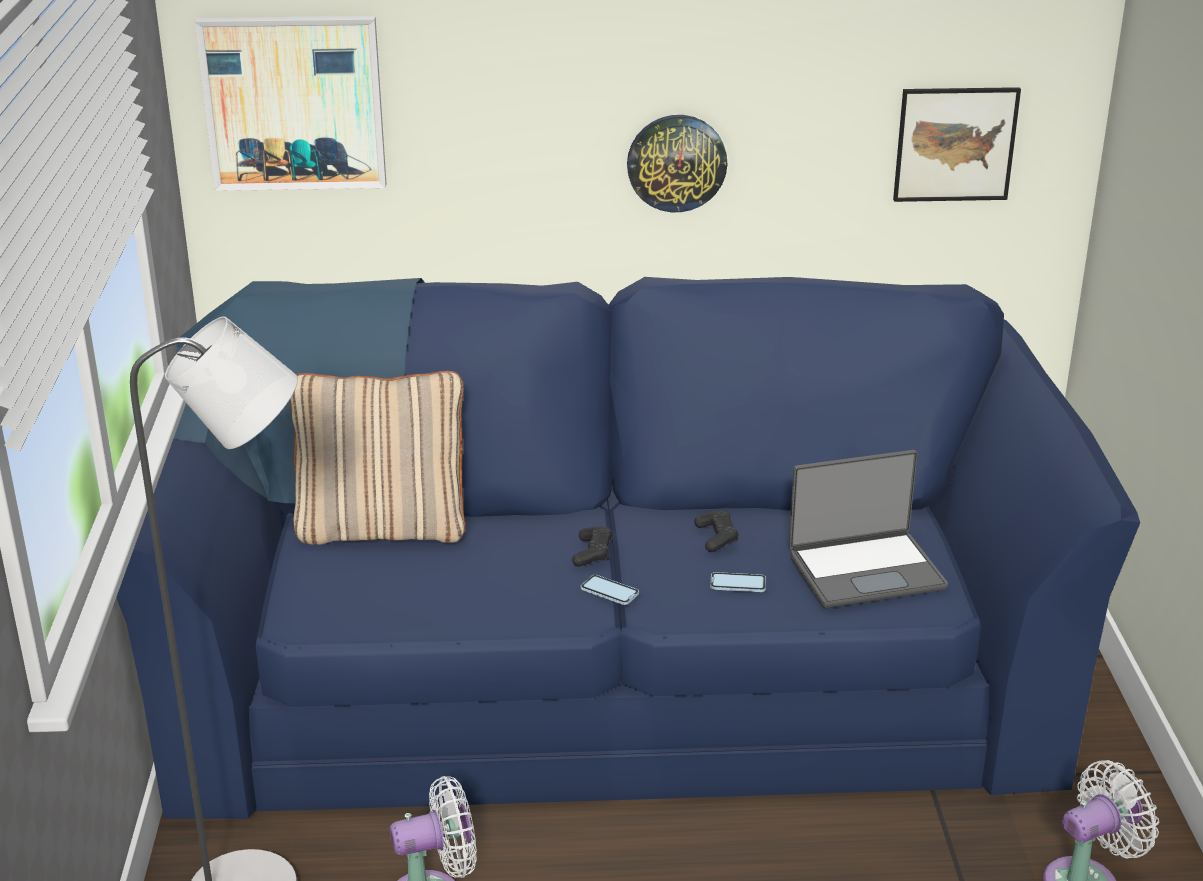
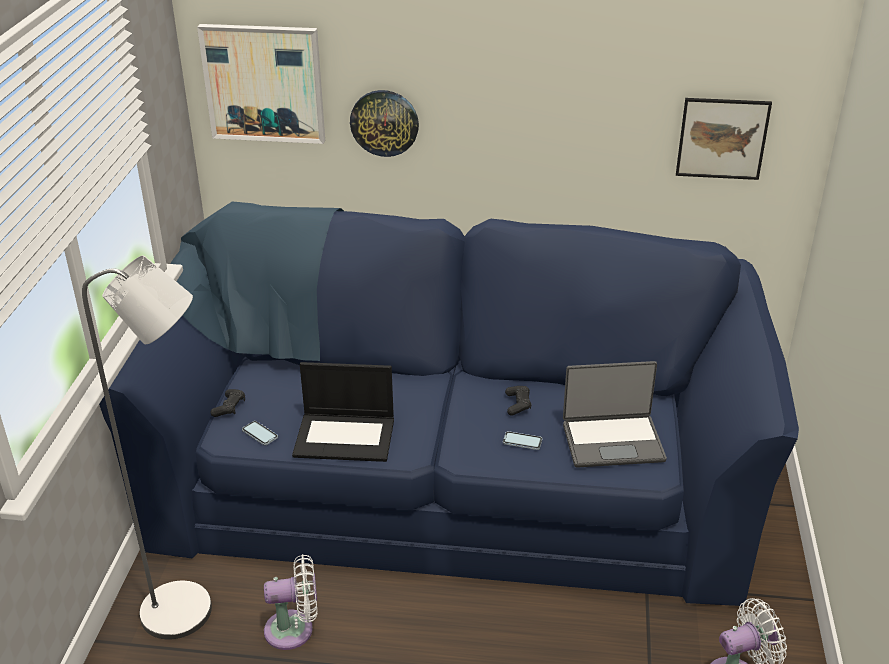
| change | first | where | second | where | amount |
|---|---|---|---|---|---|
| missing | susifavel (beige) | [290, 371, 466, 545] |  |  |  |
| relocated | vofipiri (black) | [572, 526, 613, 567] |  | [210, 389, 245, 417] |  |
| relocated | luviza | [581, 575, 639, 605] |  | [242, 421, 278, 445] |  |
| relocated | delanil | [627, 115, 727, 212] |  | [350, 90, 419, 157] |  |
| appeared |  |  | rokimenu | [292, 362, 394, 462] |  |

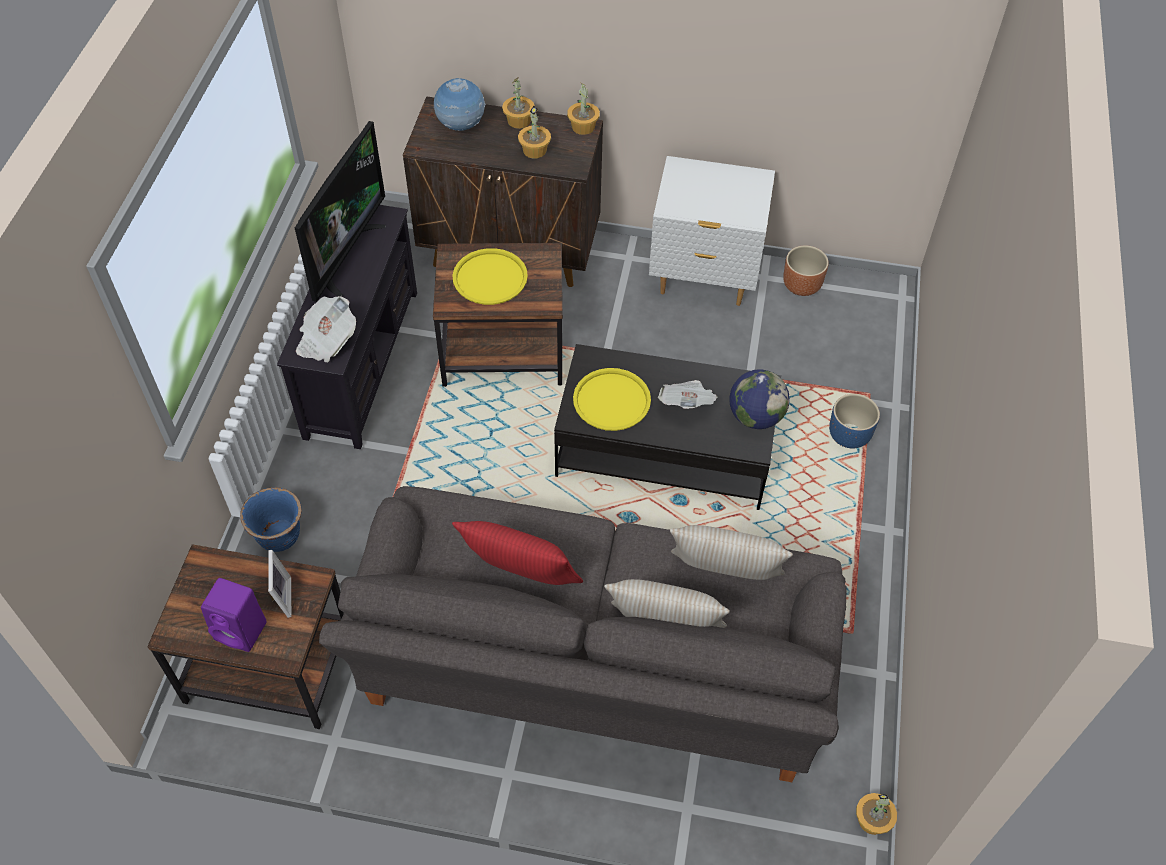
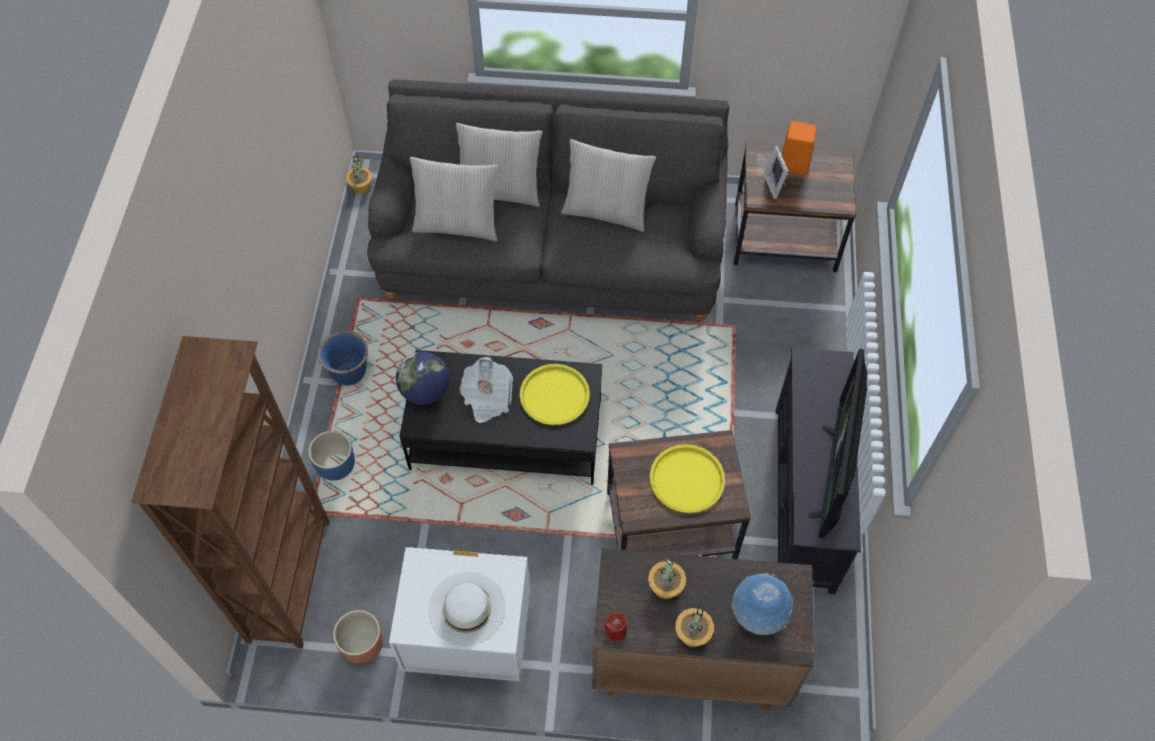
| change | first | where | second | where | amount |
|---|---|---|---|---|---|
| colour | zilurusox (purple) | [201, 578, 267, 652] | zilurusox (orange) | [782, 121, 817, 175] |  |
| relocated | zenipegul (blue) | [240, 487, 302, 552] |  | [318, 331, 368, 385] |  |
| missing | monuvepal | [296, 296, 356, 362] |  |  |  |
| colour | susifavel (red) | [452, 521, 583, 585] | susifavel (beige) | [561, 139, 656, 232] |  |
| exchanged | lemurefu | [567, 85, 600, 135] | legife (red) | [604, 612, 627, 642] |  |
| appeared |  |  | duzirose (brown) | [131, 336, 330, 648] |  |
| appeared |  |  | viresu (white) | [428, 572, 506, 646] |  |

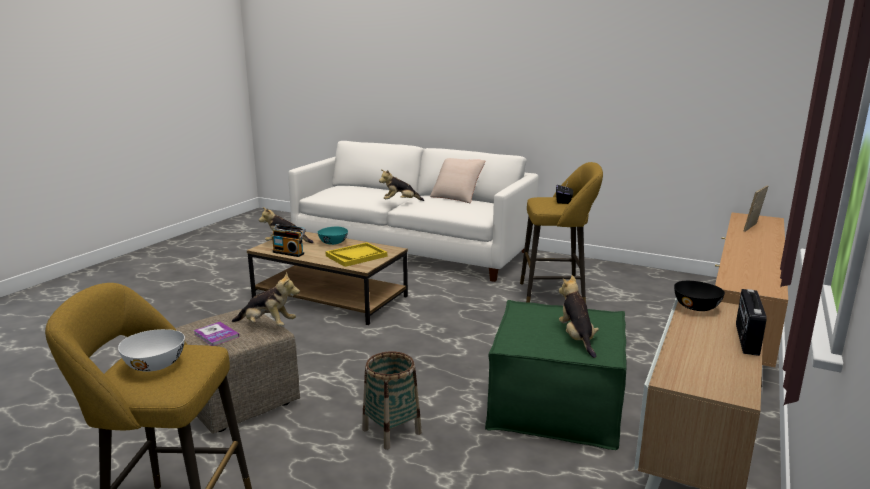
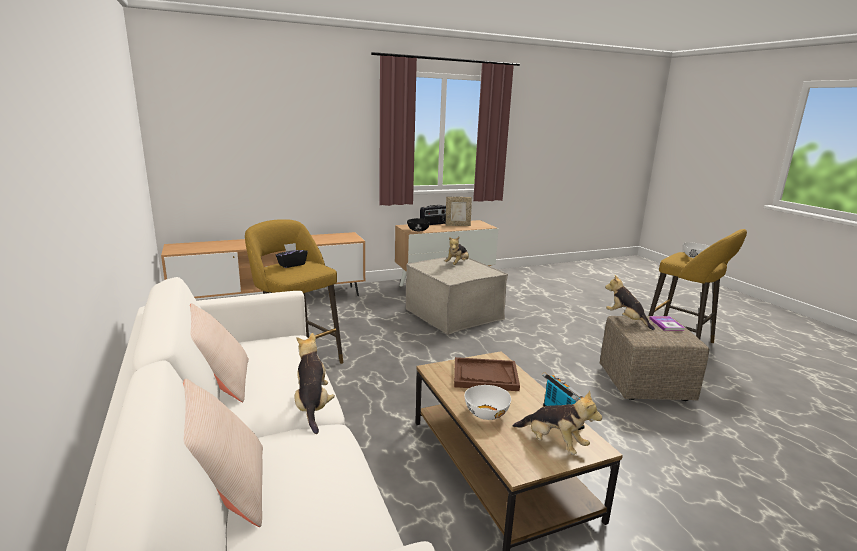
| change | first | where | second | where | amount |
|---|---|---|---|---|---|
| colour | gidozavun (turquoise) | [318, 227, 348, 245] | gidozavun (white) | [464, 385, 511, 420] |  |
| colour | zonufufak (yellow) | [325, 242, 387, 267] | zonufufak (brown) | [454, 357, 520, 391] |  |
| missing | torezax | [362, 351, 422, 450] |  |  |  |
| spun | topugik | [379, 169, 424, 201] |  | [294, 333, 335, 434] | 135 degrees counterclockwise |
| colour | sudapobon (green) | [485, 300, 626, 450] | sudapobon (beige) | [405, 257, 508, 335] |  |
| relocated | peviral | [744, 185, 768, 232] |  | [446, 197, 472, 226] |  |
| appeared |  |  | susifavel (beige) | [183, 378, 263, 527] |  |

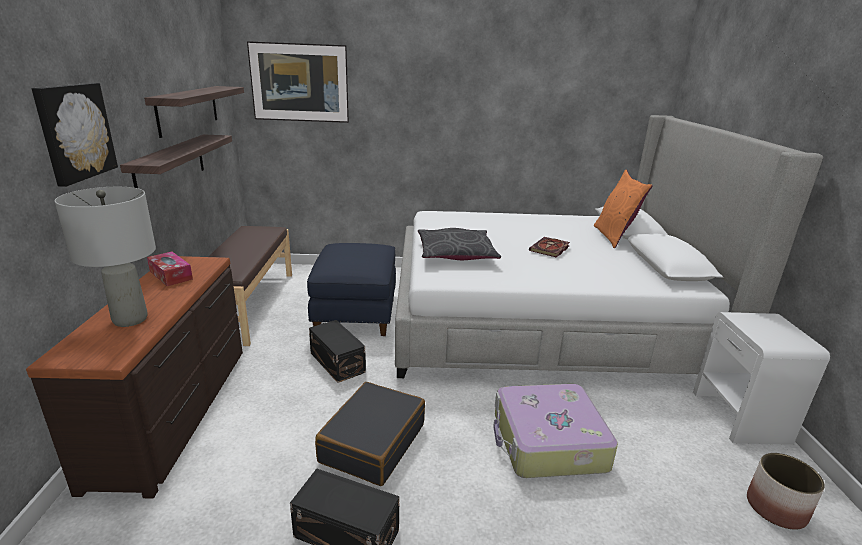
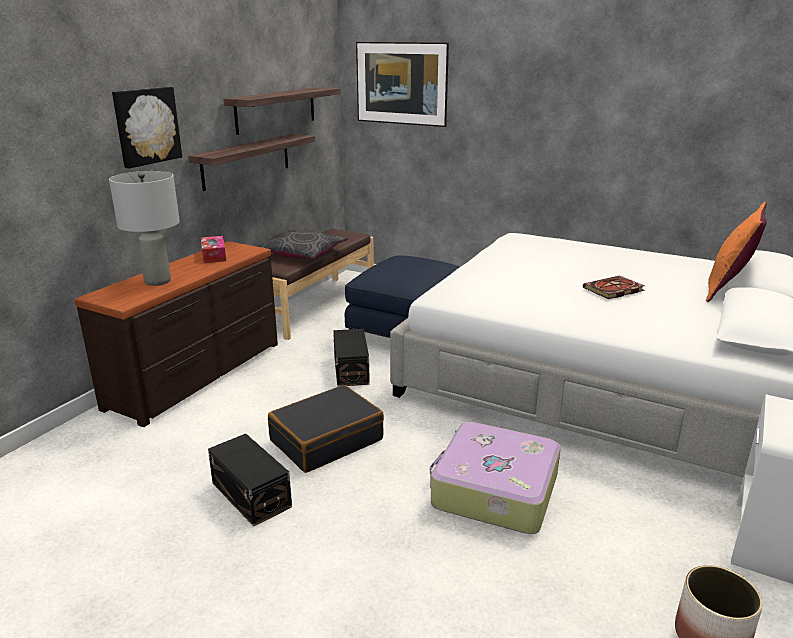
| change | first | where | second | where | amount |
|---|---|---|---|---|---|
| relocated | susifavel (grey) | [418, 228, 501, 260] |  | [256, 230, 348, 259] |  |

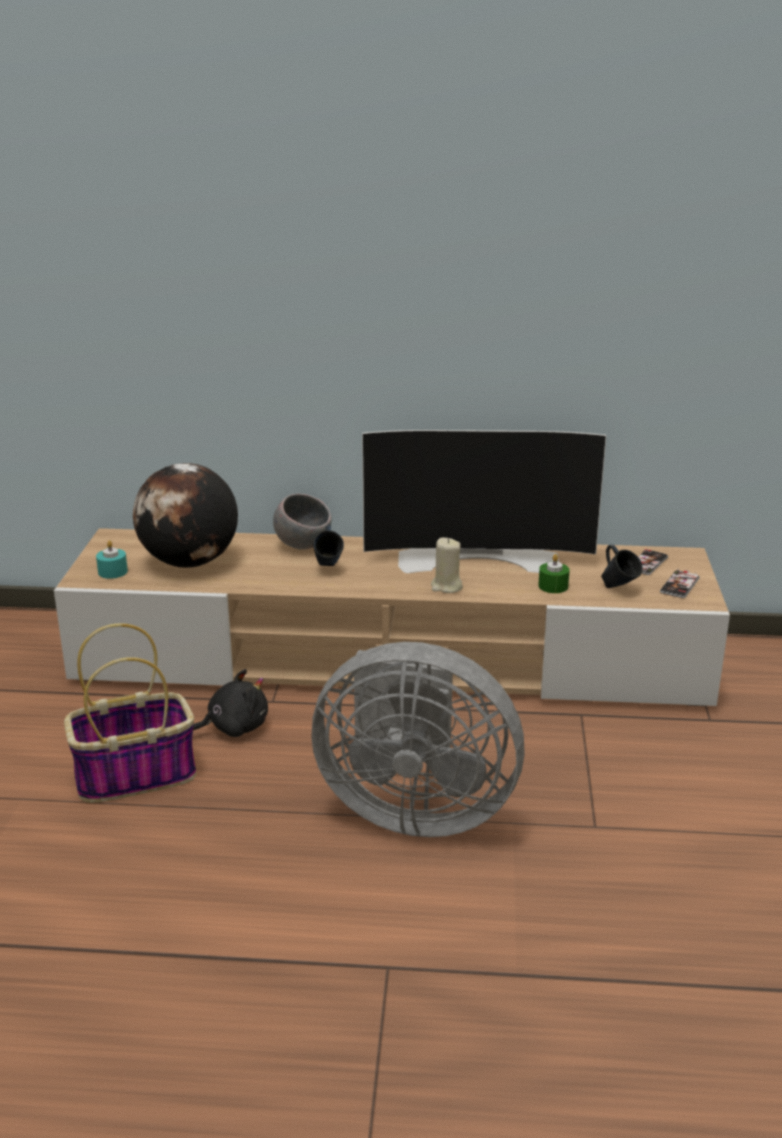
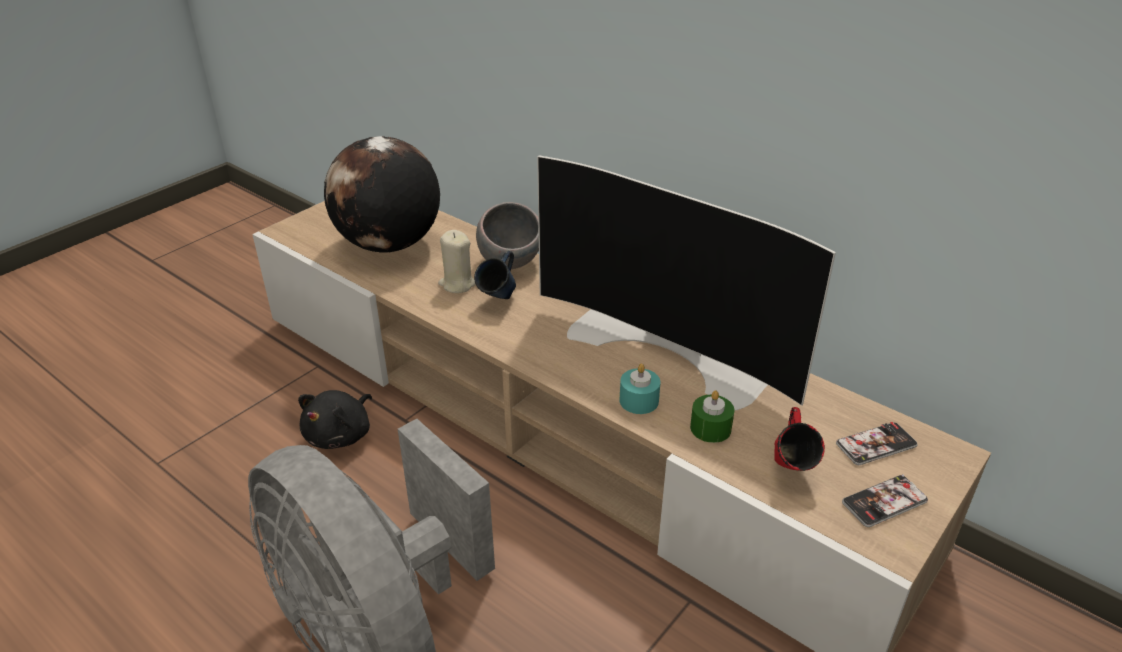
| change | first | where | second | where | amount |
|---|---|---|---|---|---|
| missing | torezax | [64, 623, 196, 803] |  |  |  |
| relocated | legife (turquoise) | [96, 540, 128, 579] |  | [620, 364, 661, 414] |  |
| spun | topugik (black) | [193, 669, 268, 737] |  | [298, 390, 372, 449] | 105 degrees clockwise |
| relocated | legife (beige) | [431, 537, 463, 593] |  | [438, 230, 476, 293] |  |
| colour | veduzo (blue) | [601, 545, 643, 588] | veduzo (red) | [774, 407, 825, 471] |  |

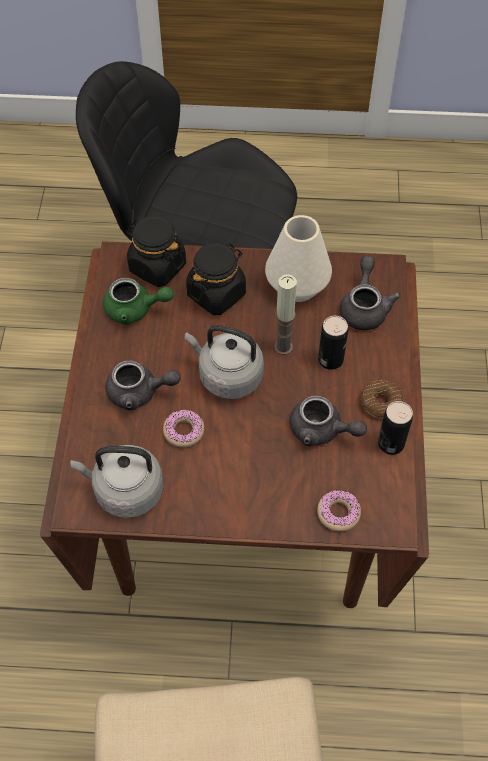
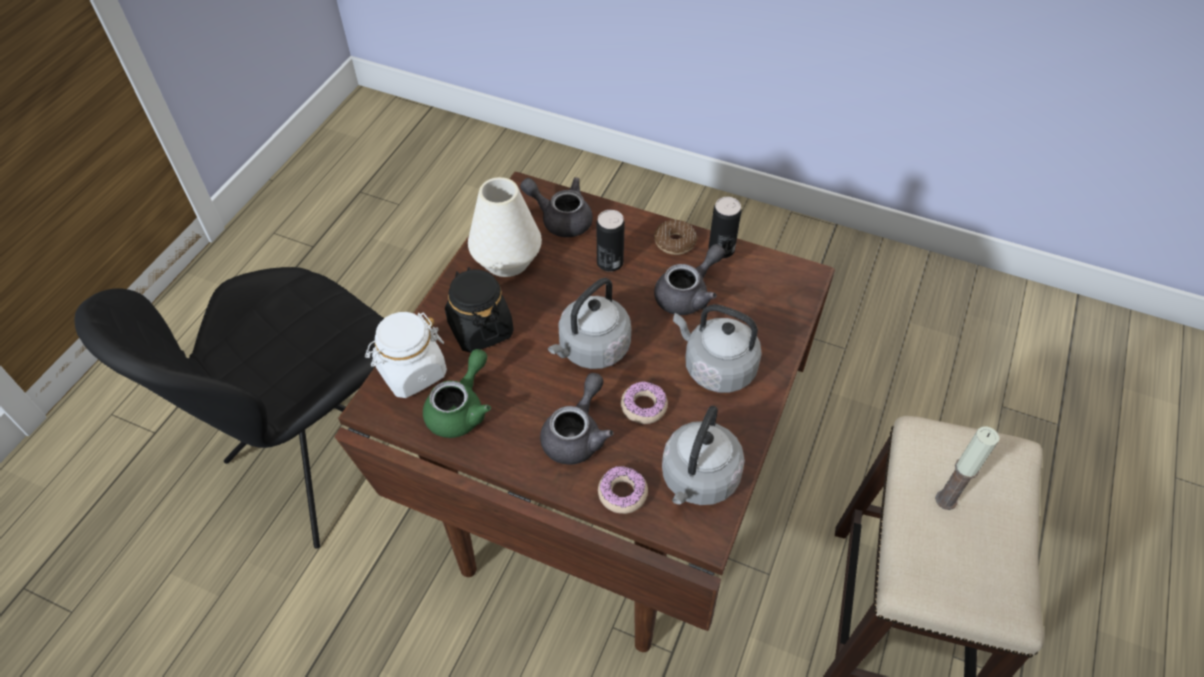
| change | first | where | second | where | amount |
|---|---|---|---|---|---|
| colour | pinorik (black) | [126, 216, 186, 287] | pinorik (white) | [365, 312, 447, 398] |  |
| relocated | legife | [274, 274, 297, 355] |  | [935, 426, 999, 510] |  |
| relocated | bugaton | [317, 490, 361, 531] |  | [598, 466, 648, 514] |  |
| appeared |  |  | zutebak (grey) | [673, 304, 762, 393] |  |

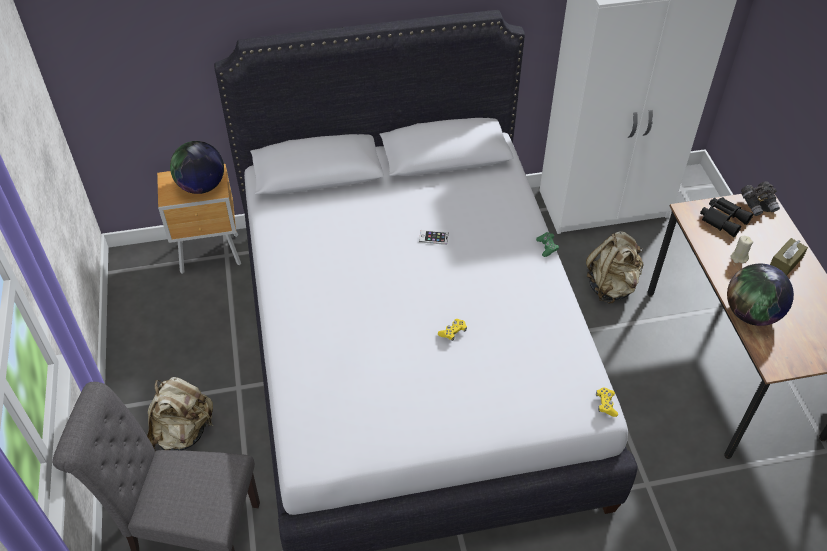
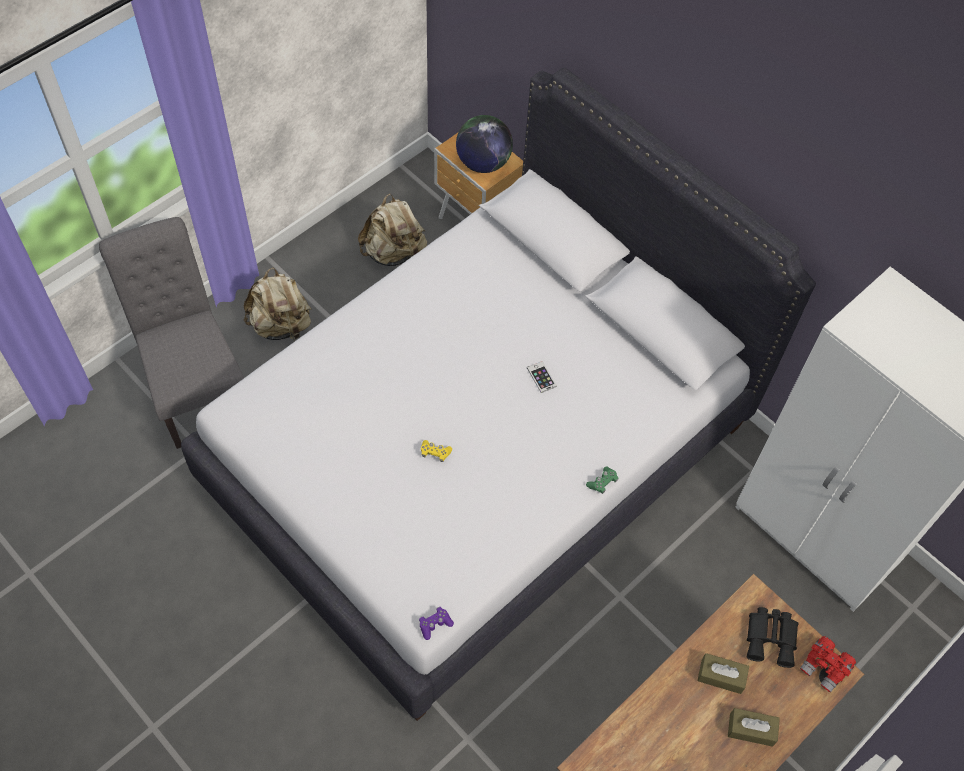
| change | first | where | second | where | amount |
|---|---|---|---|---|---|
| relocated | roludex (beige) | [586, 231, 644, 304] |  | [358, 193, 427, 266] |  |
| colour | vofipiri (yellow) | [596, 387, 618, 417] | vofipiri (purple) | [419, 607, 454, 640] |  |
| missing | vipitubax | [727, 264, 794, 326] |  |  |  |
| exchanged | legife (beige) | [730, 236, 753, 263] | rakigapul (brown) | [697, 653, 749, 694] |  |
| colour | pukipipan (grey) | [741, 181, 780, 216] | pukipipan (red) | [800, 636, 856, 692] |  |

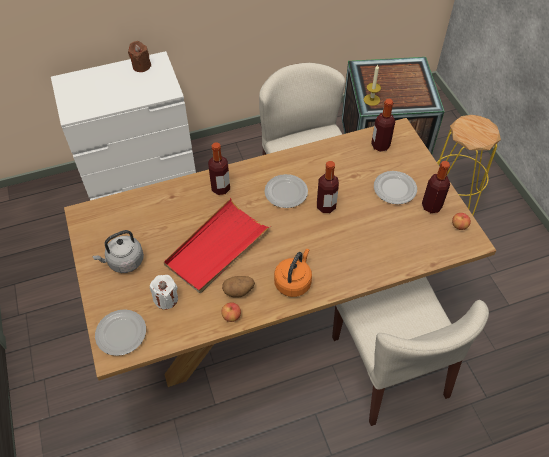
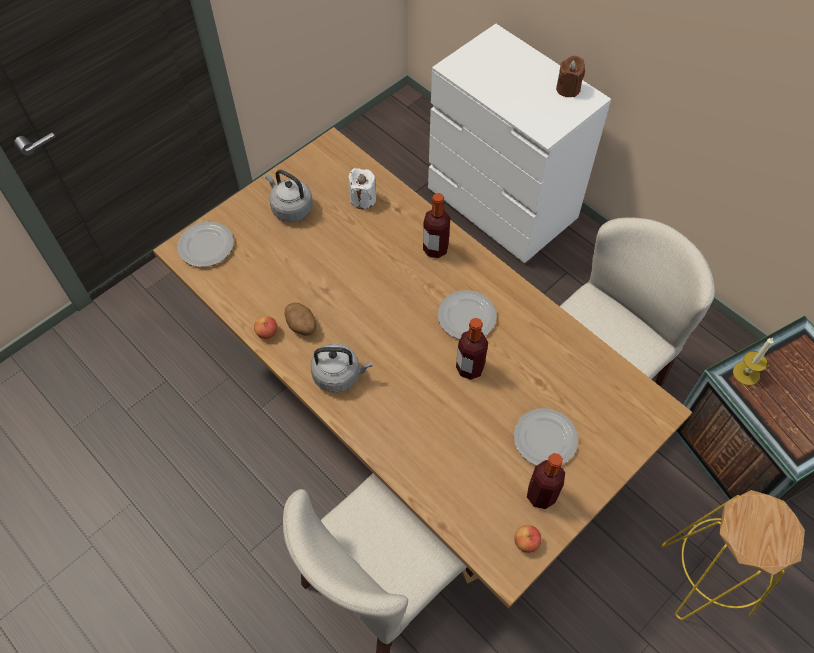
| change | first | where | second | where | amount |
|---|---|---|---|---|---|
| relocated | legife (white) | [150, 275, 178, 310] |  | [348, 168, 376, 209] |  |
| missing | zonufufak (red) | [164, 198, 271, 293] |  |  |  |
| colour | zutebak (orange) | [274, 249, 312, 297] | zutebak (grey) | [311, 343, 372, 393] |  |
| missing | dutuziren | [371, 99, 395, 152] |  |  |  |

